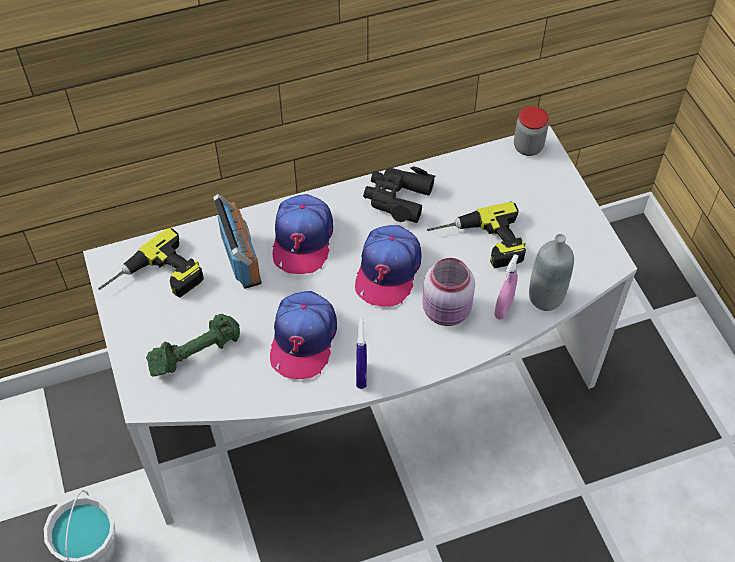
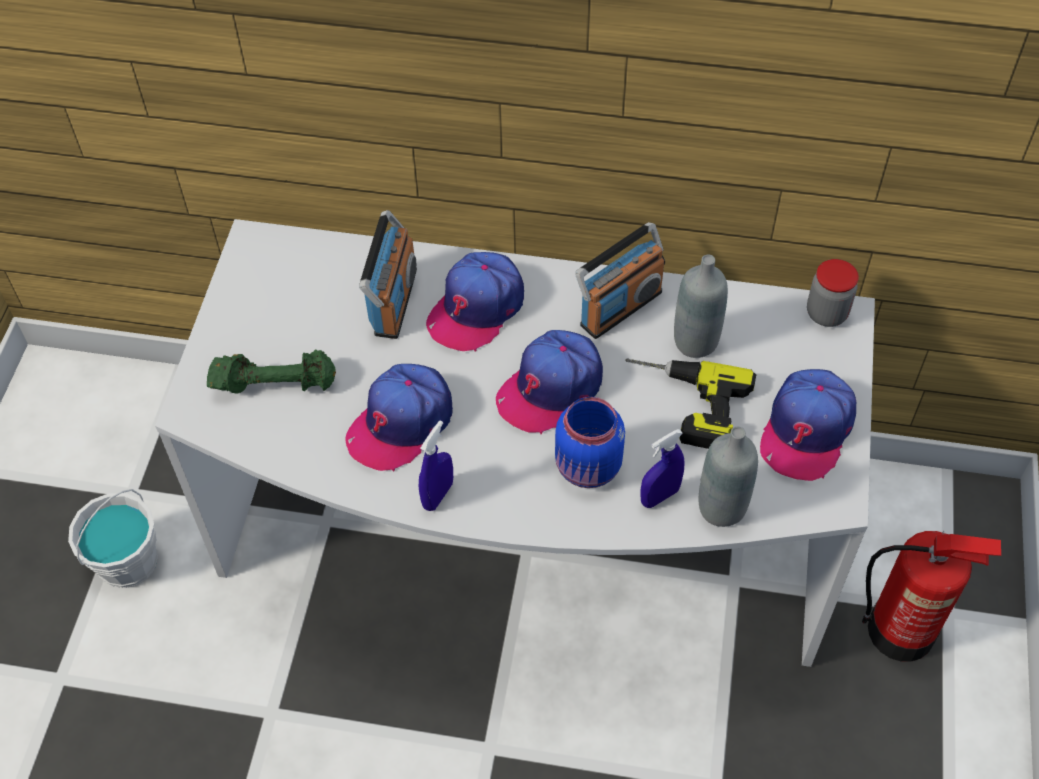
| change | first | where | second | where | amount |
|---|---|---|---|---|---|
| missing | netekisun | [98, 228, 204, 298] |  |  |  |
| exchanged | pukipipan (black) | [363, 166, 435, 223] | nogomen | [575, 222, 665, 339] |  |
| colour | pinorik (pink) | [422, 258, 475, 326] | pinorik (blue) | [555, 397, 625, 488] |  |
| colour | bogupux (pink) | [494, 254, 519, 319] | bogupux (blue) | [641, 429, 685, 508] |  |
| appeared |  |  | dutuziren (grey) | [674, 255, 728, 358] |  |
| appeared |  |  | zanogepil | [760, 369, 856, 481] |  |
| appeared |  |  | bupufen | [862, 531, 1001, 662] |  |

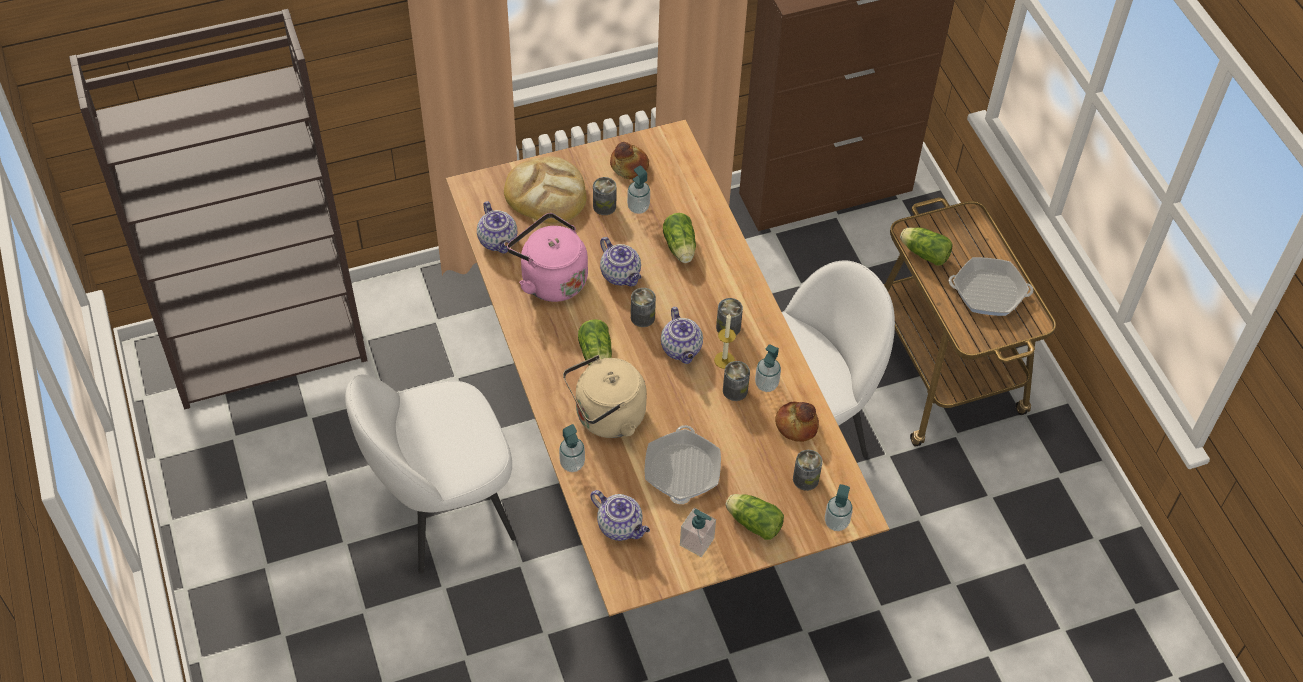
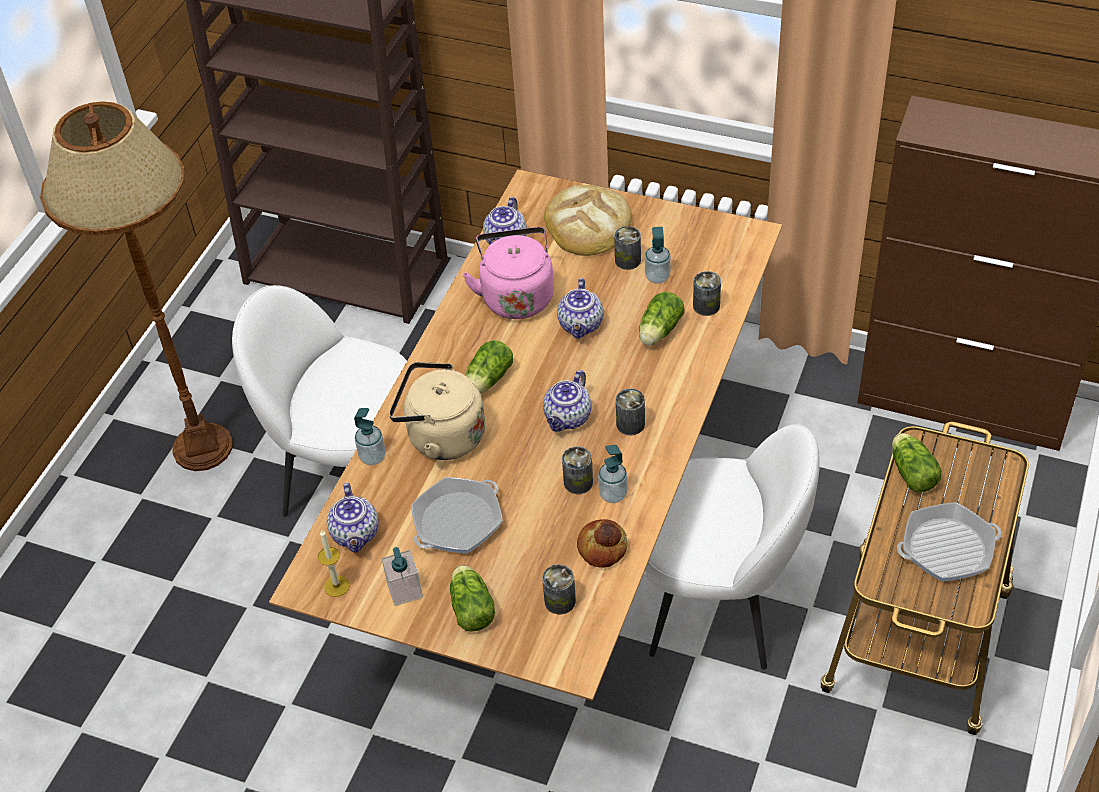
| change | first | where | second | where | amount |
|---|---|---|---|---|---|
| missing | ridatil | [610, 142, 649, 179] |  |  |  |
| relocated | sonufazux | [631, 288, 656, 327] |  | [693, 271, 721, 316] |  |
| relocated | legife | [714, 314, 736, 369] |  | [318, 529, 349, 597] |  |
| missing | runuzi | [825, 484, 853, 531] |  |  |  |
| spun | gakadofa | [949, 257, 1033, 316] |  | [897, 502, 1002, 582] | 60 degrees counterclockwise |
| appeared |  |  | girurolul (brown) | [40, 101, 233, 471] |  |

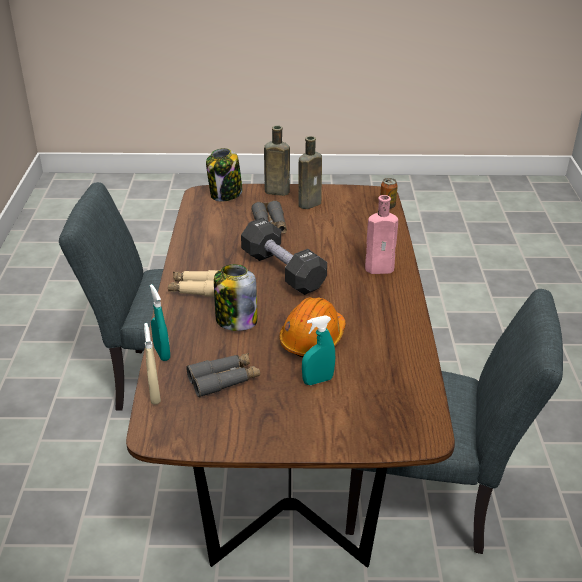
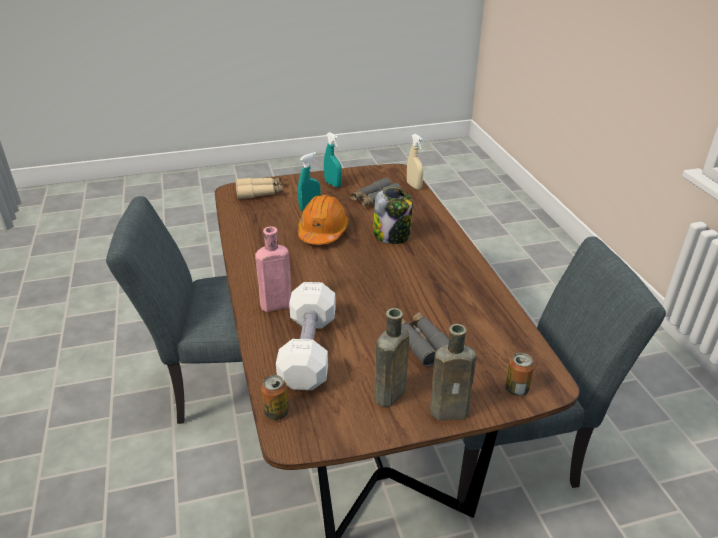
| change | first | where | second | where | amount |
|---|---|---|---|---|---|
| relocated | bogupux (turquoise) | [150, 284, 170, 361] |  | [324, 132, 342, 187] |  |
| relocated | pukipipan (beige) | [168, 270, 218, 297] |  | [236, 178, 283, 199] |  |
| exchanged | pinorik | [206, 148, 243, 202] | sonufazux | [505, 353, 534, 396] |  |
| missing | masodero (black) | [241, 217, 327, 295] |  |  |  |
| appeared |  |  | masodero (white) | [276, 282, 336, 390] |  |

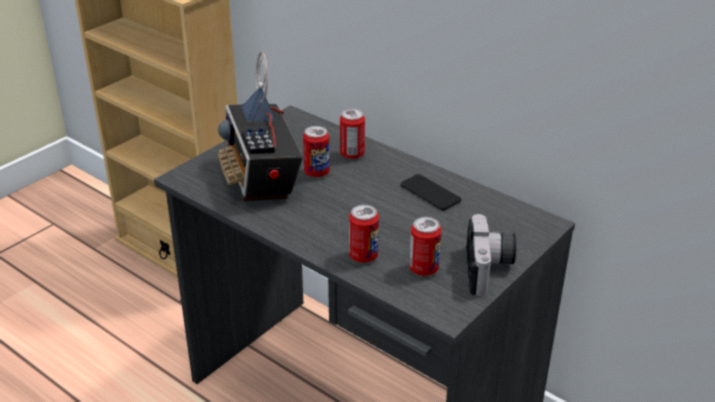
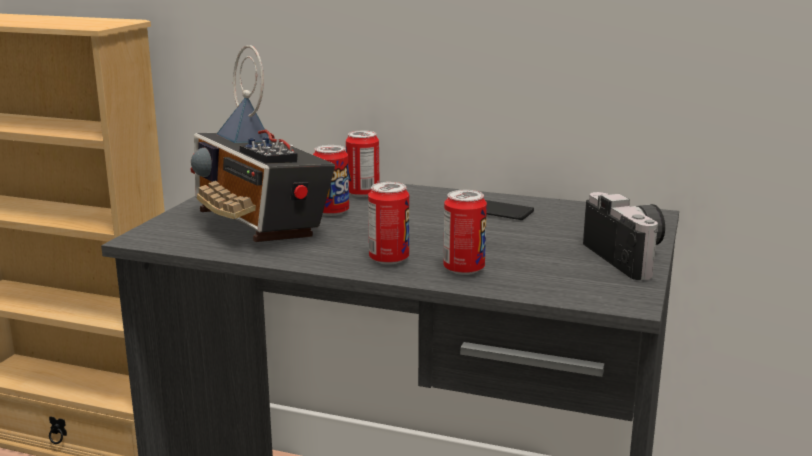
| change | first | where | second | where | amount |
|---|---|---|---|---|---|
| relocated | sonufazux | [409, 217, 442, 276] |  | [368, 182, 409, 265] |  |

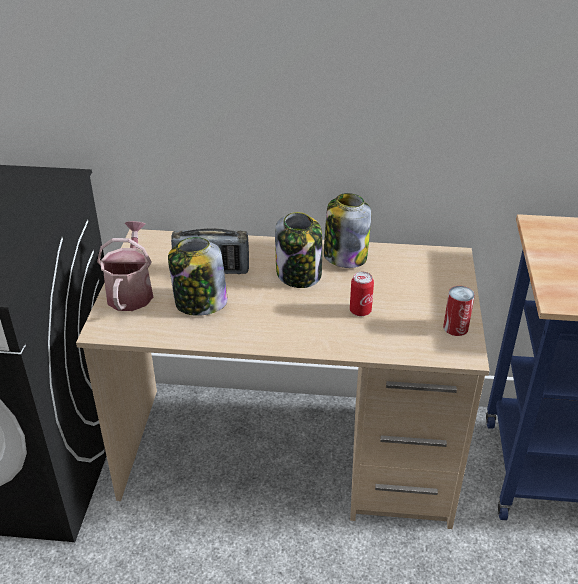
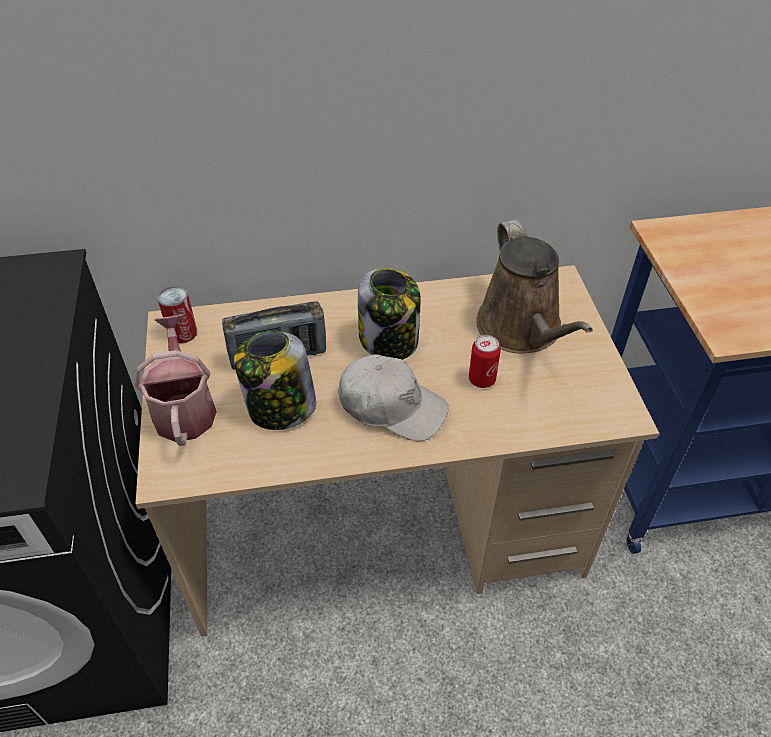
| change | first | where | second | where | amount |
|---|---|---|---|---|---|
| missing | pinorik | [324, 193, 371, 268] |  |  |  |
| relocated | sonufazux | [443, 286, 475, 336] |  | [158, 286, 197, 343] |  |
| appeared |  |  | zanogepil (white) | [338, 354, 448, 442] |  |
| appeared |  |  | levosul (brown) | [476, 220, 593, 354] |  |

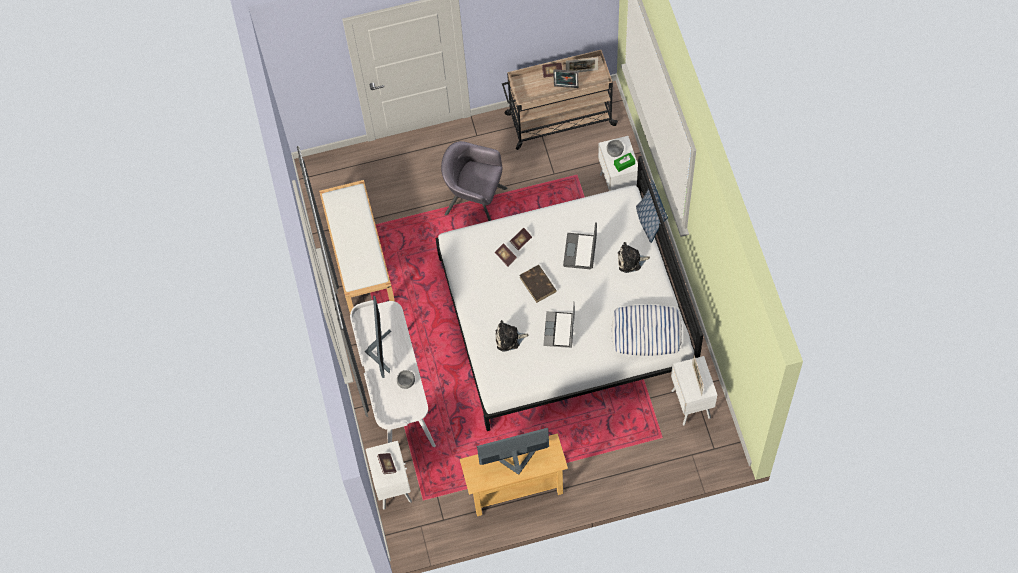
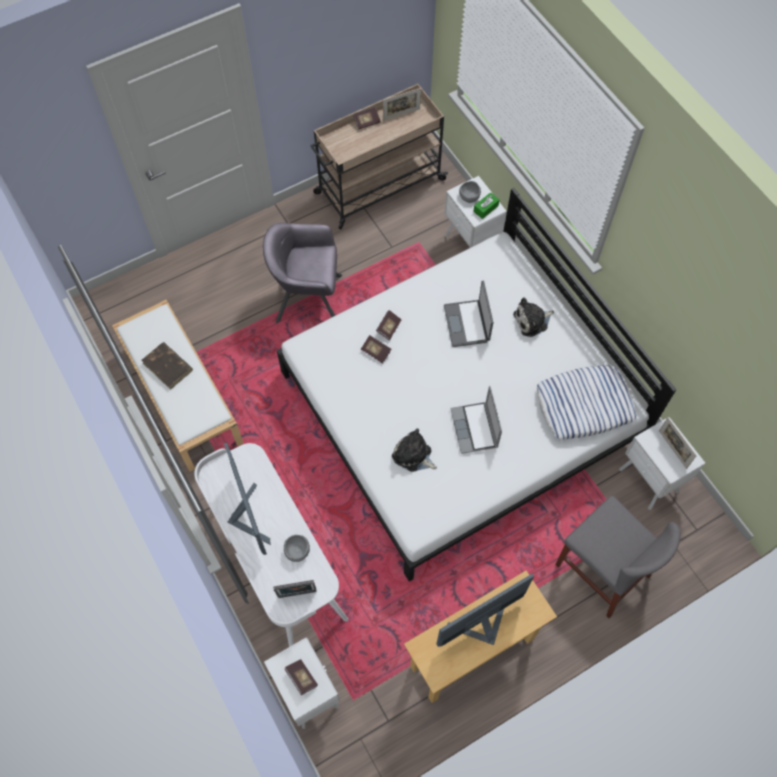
| change | first | where | second | where | amount |
|---|---|---|---|---|---|
| spun | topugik | [496, 320, 529, 352] |  | [392, 429, 437, 472] | 60 degrees clockwise |
| relocated | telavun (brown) | [519, 265, 557, 303] |  | [141, 342, 193, 390] |  |
| relocated | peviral | [553, 69, 578, 88] |  | [273, 580, 317, 598] |  |
| missing | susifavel | [636, 180, 668, 243] |  |  |  |
| appeared |  |  | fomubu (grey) | [555, 496, 681, 618] |  |

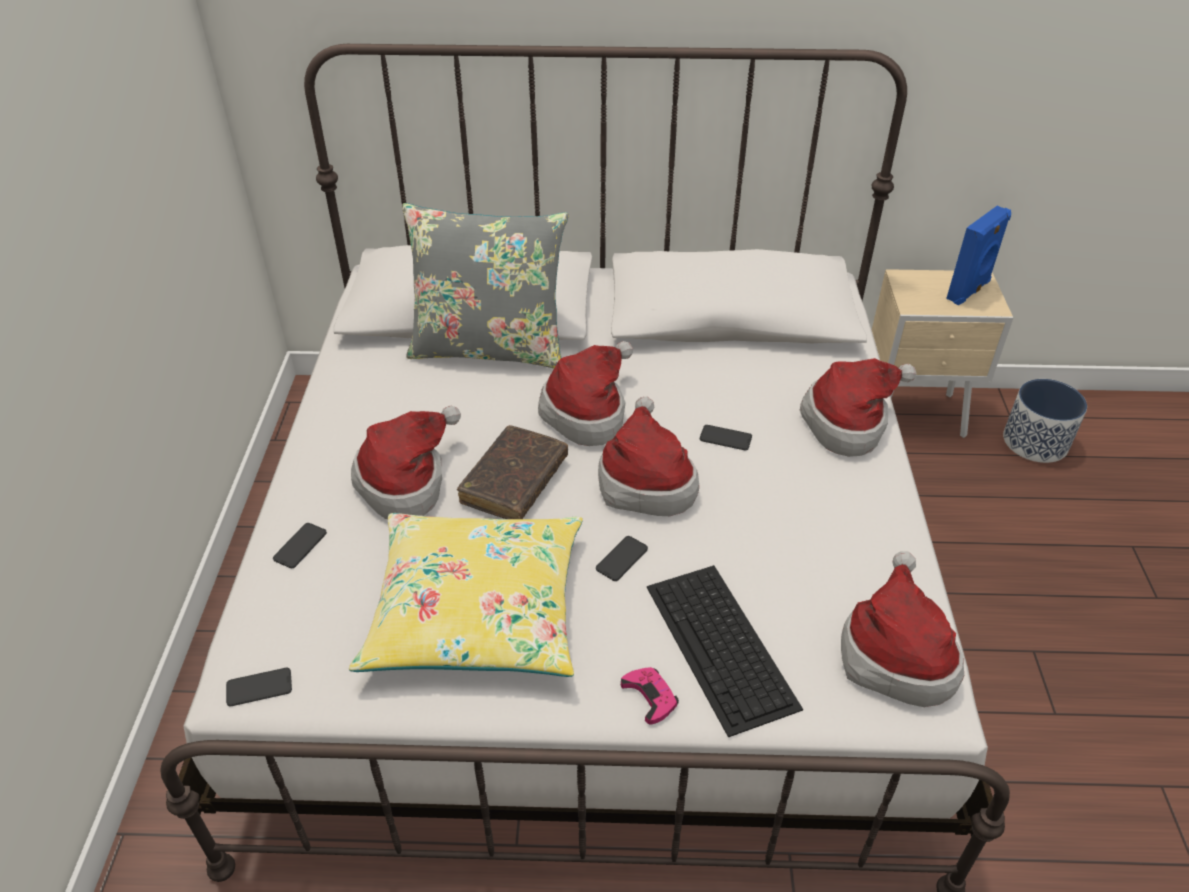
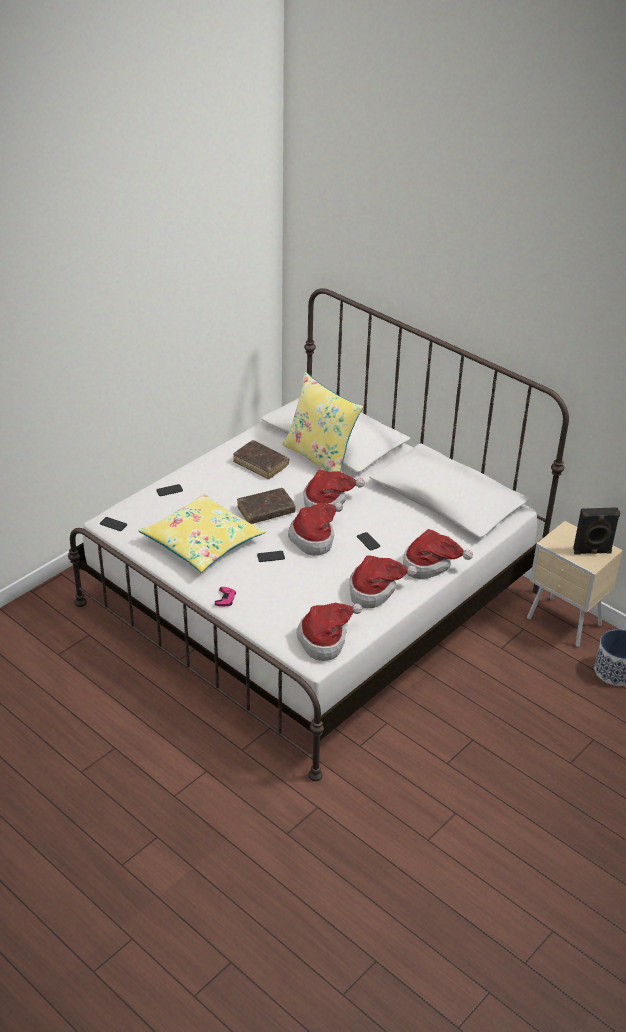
| change | first | where | second | where | amount |
|---|---|---|---|---|---|
| relocated | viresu | [351, 406, 461, 519] |  | [350, 555, 417, 608] |  |
| colour | susifavel (grey) | [402, 203, 569, 369] | susifavel (yellow) | [282, 372, 364, 472] |  |
| missing | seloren | [647, 565, 803, 737] |  |  |  |
| colour | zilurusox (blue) | [946, 206, 1011, 305] | zilurusox (black) | [573, 507, 621, 555] |  |
| appeared |  |  | telavun (brown) | [233, 440, 289, 479] |  |

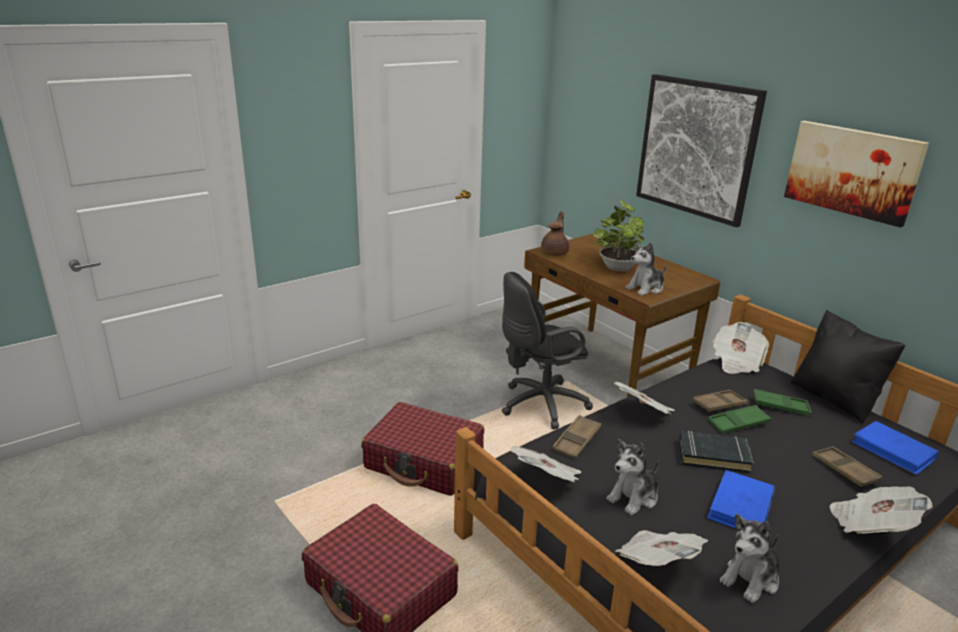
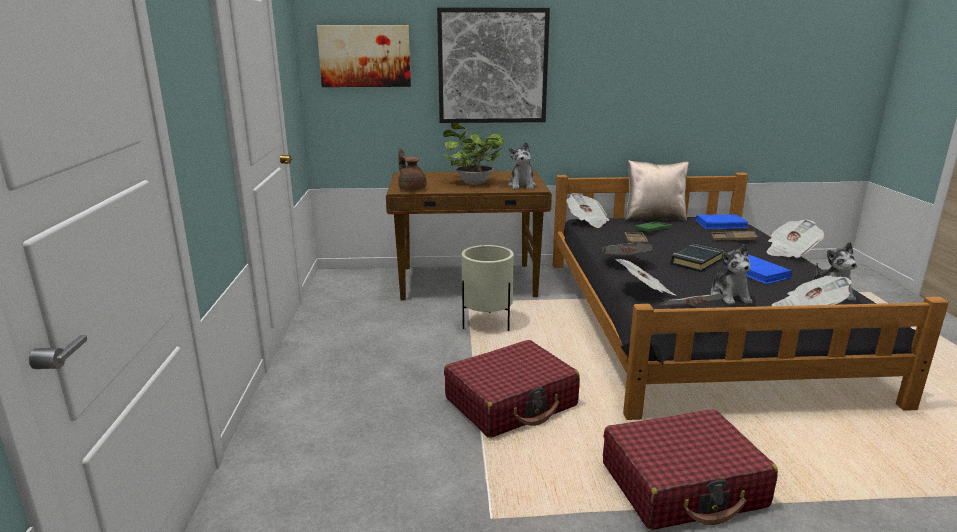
| change | first | where | second | where | amount |
|---|---|---|---|---|---|
| exchanged | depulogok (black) | [502, 272, 593, 429] | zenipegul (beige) | [462, 245, 514, 331] |  |
| exchanged | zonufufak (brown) | [552, 415, 602, 459] | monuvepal | [615, 259, 675, 295] |  |
| missing | zonufufak (green) | [708, 405, 771, 434] |  |  |  |
| relocated | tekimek | [784, 121, 929, 227] |  | [317, 25, 411, 87] |  |
| colour | susifavel (black) | [790, 310, 906, 424] | susifavel (beige) | [625, 160, 689, 222] |  |

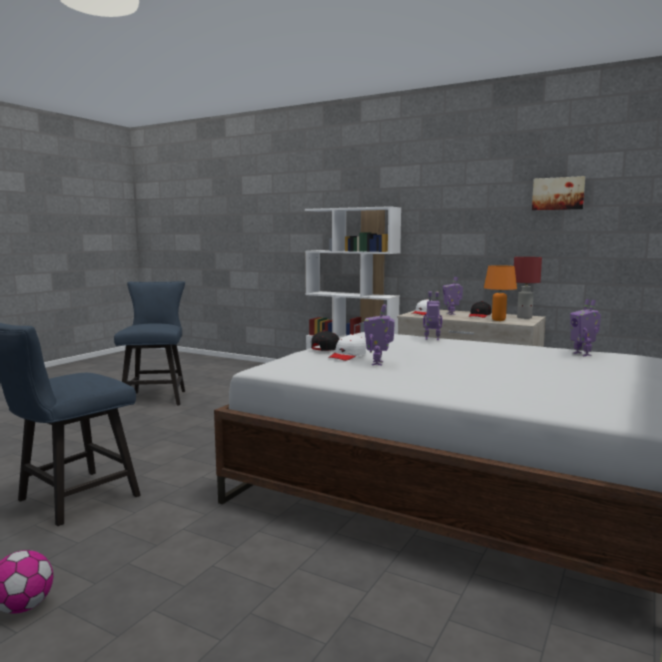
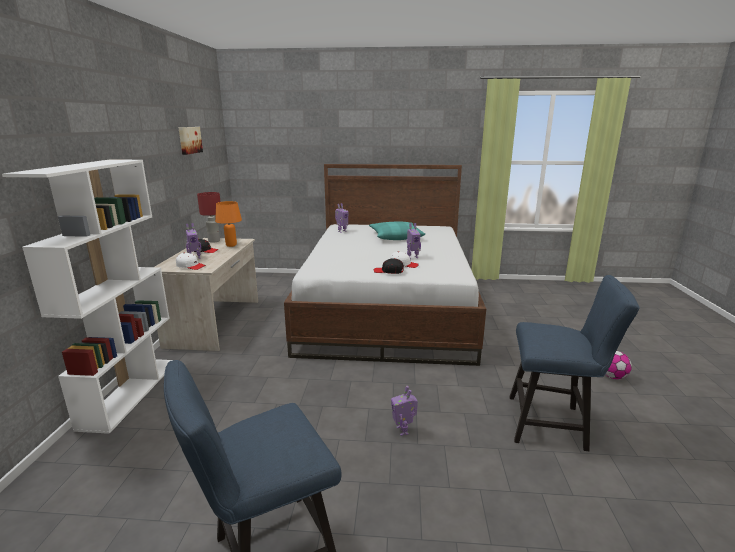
| change | first | where | second | where | amount |
|---|---|---|---|---|---|
| relocated | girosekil | [423, 291, 442, 340] |  | [391, 386, 418, 436] |  |
| appeared |  |  | susifavel (turquoise) | [369, 222, 425, 240] |  |

